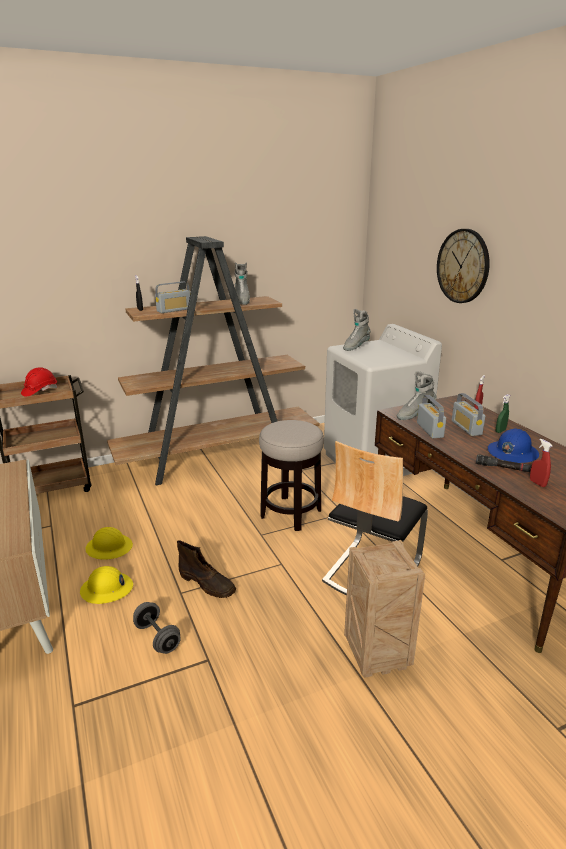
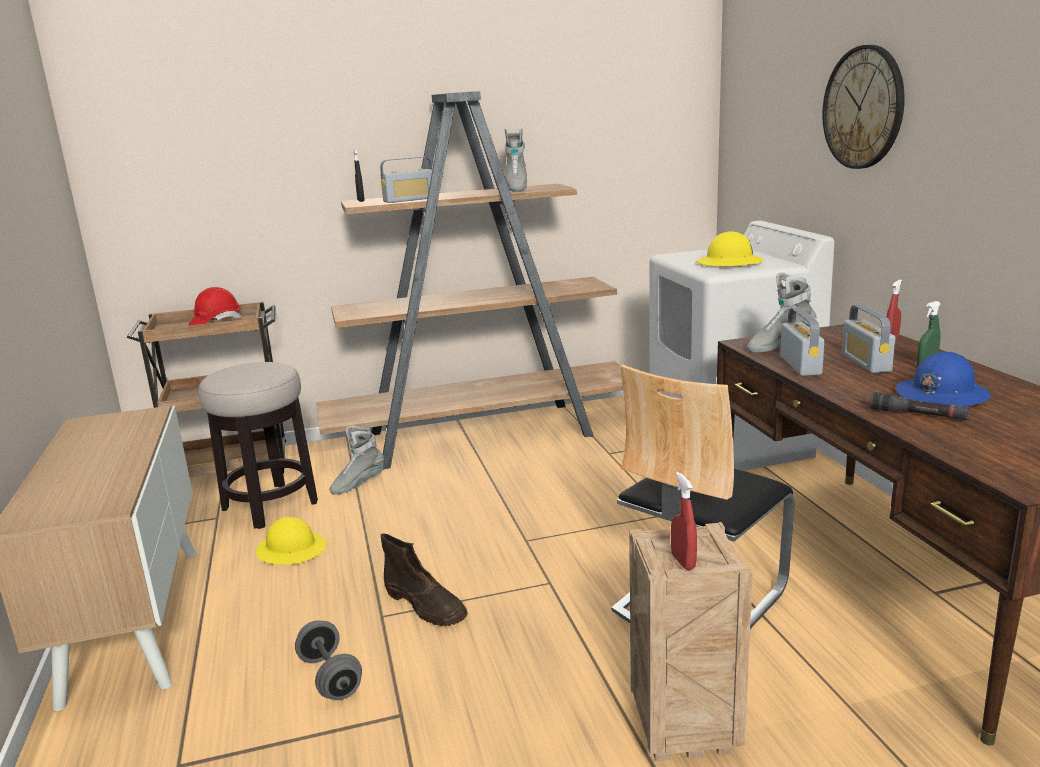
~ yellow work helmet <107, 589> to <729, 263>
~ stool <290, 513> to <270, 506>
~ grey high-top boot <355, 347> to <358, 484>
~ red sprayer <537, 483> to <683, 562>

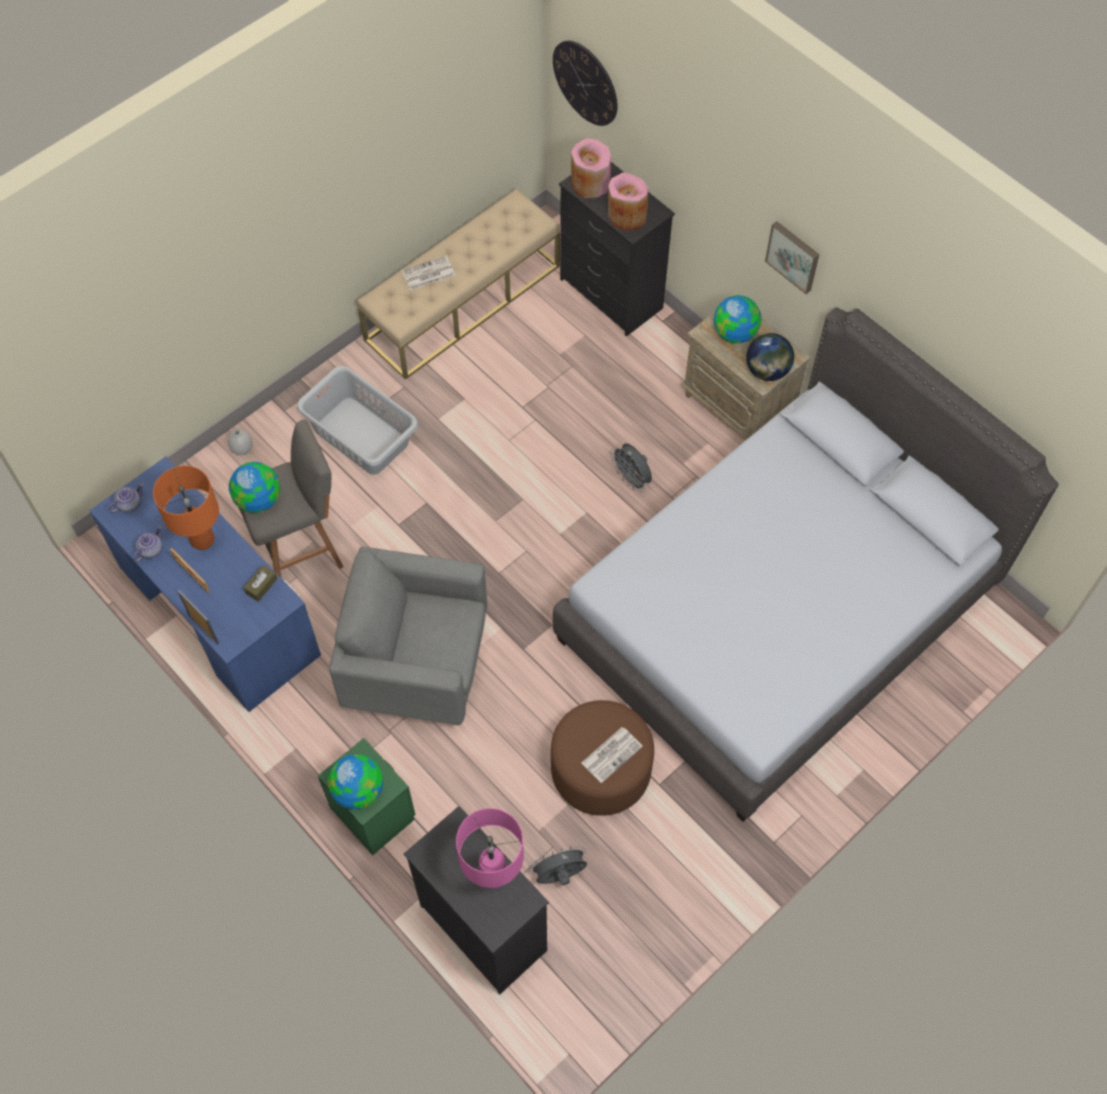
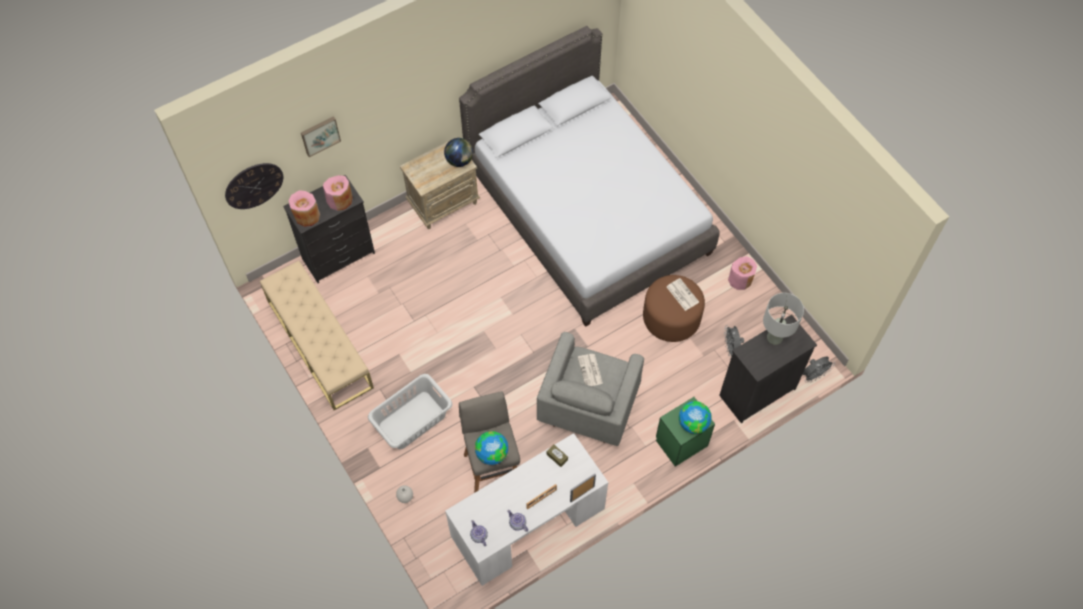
- orange-coloured tabletop lamp <203, 540>
- globe <735, 332>
+ pink-coloured decorative vase <740, 279>
~ daily paper <427, 274> to <590, 370>
~ grey cooling fan <632, 479> to <814, 375>
~ wall picture <793, 256> to <320, 135>
~ bluish desk <219, 609> to whitish desk <527, 522>
~ pink-coloured tabletop lamp <493, 874> to grey tabletop lamp <774, 338>

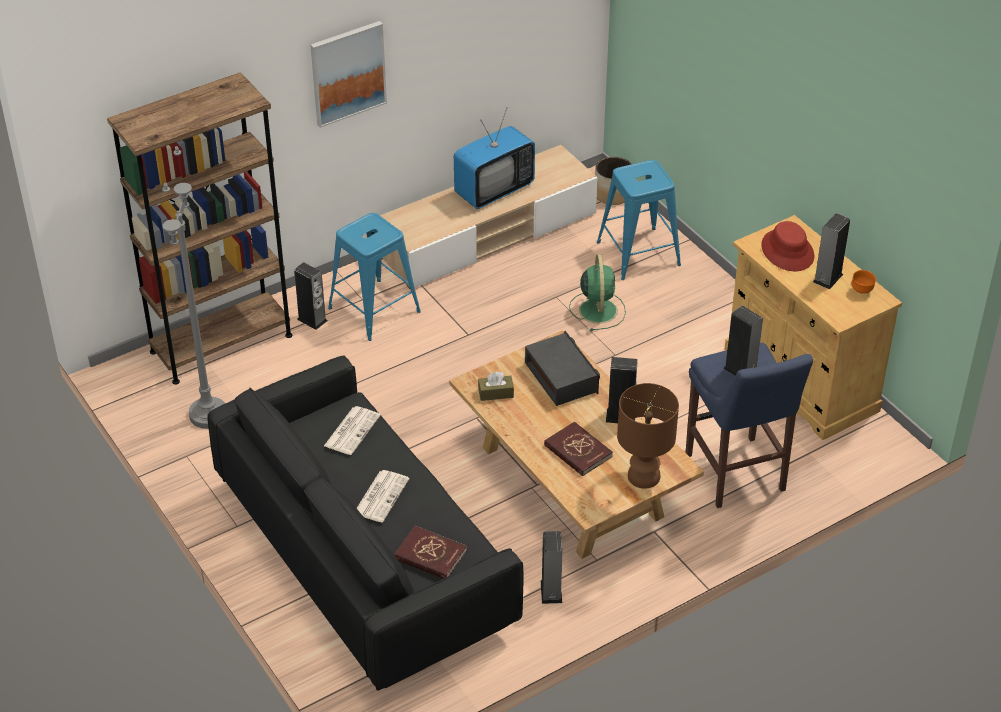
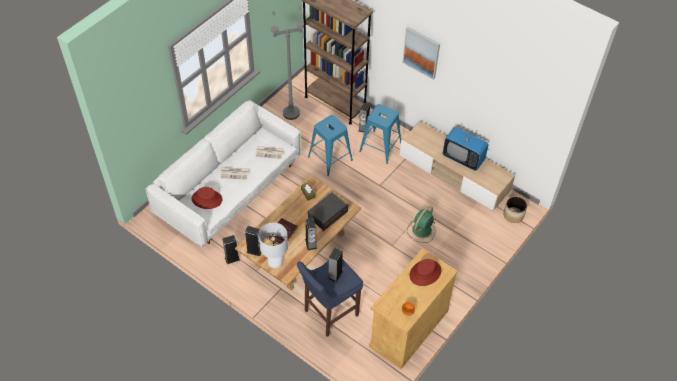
~ bluish stool <638, 254> to <330, 158>
~ audio speaker <827, 278> to <254, 250>
~ red bound book <430, 555> to red wearable hat <207, 199>
~ black couch <365, 558> to whitish couch <229, 189>
~ brownish tabletop lamp <643, 476> to whitish tabletop lamp <275, 261>
~ greenish cooling fan <597, 309> = <421, 230> 150 degrees clockwise

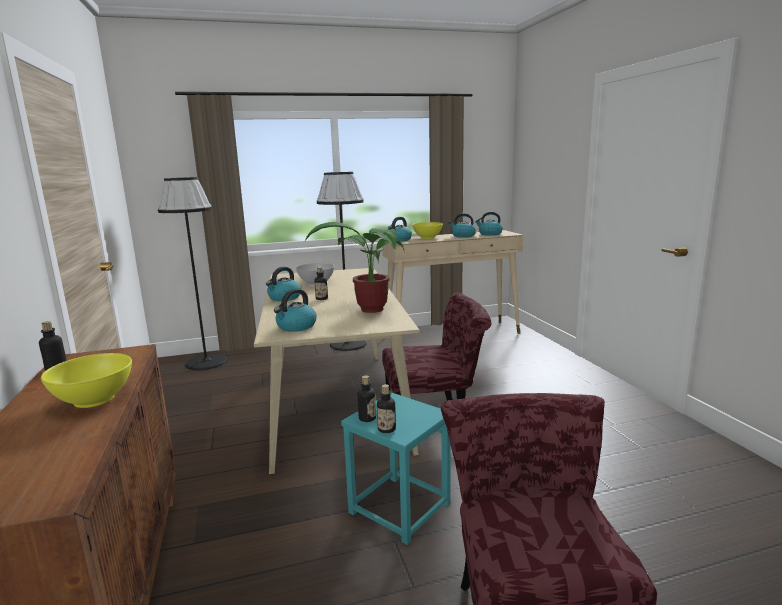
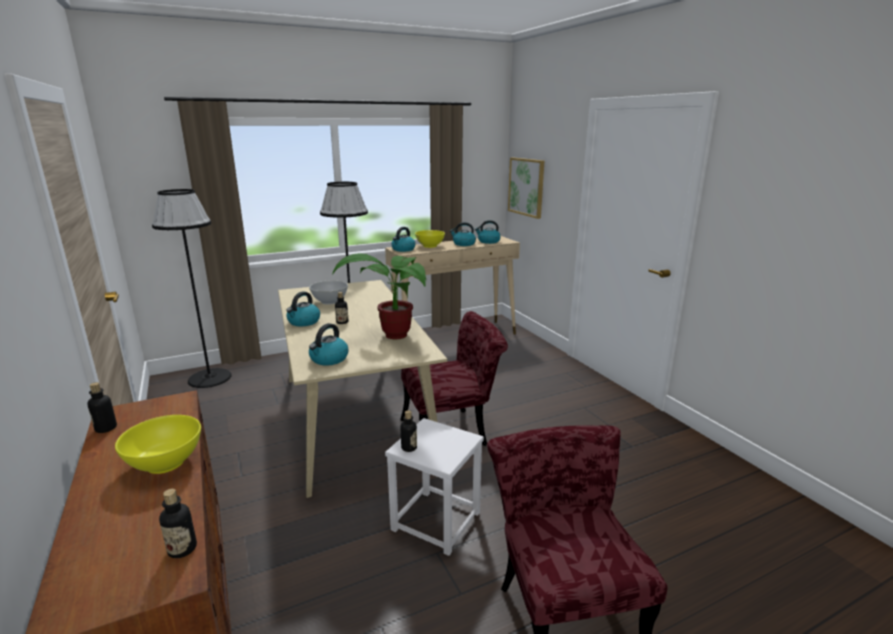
+ wall picture <526, 187>
~ drink bottle <386, 429> to <182, 549>
~ turquoise stool <399, 508> to whitish stool <435, 521>

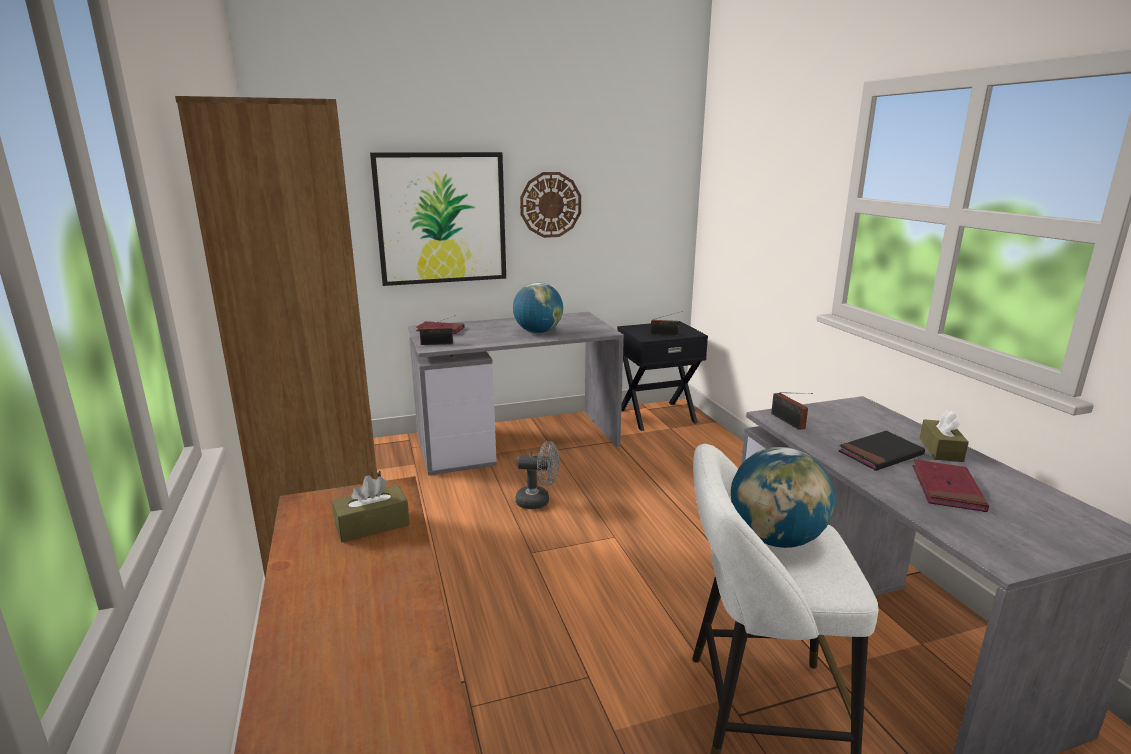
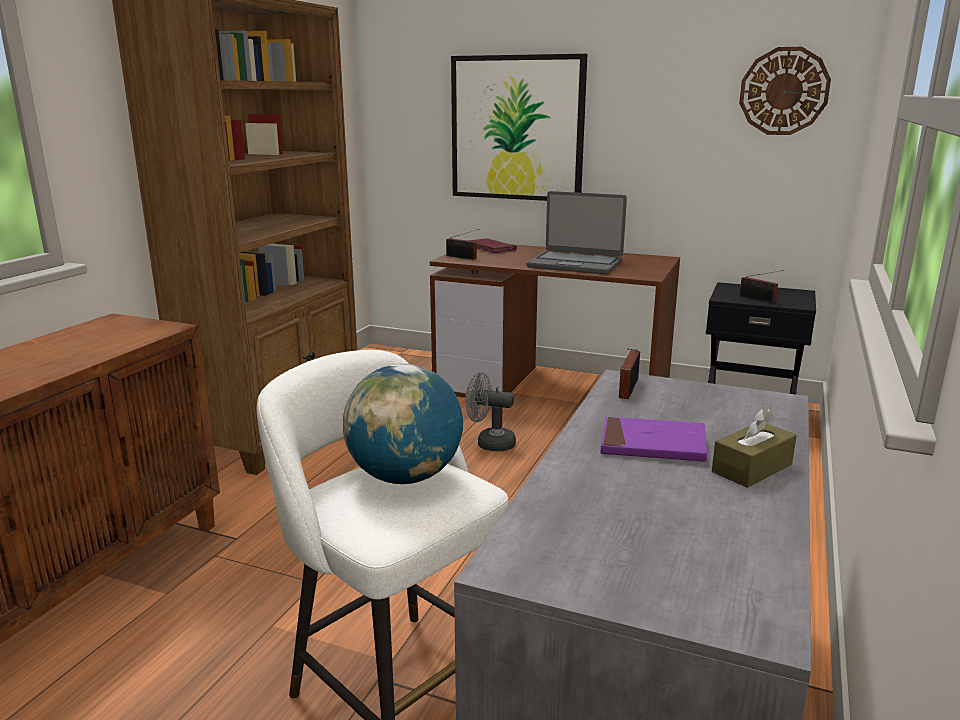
- brownish tissue box <372, 525>
- red bound book <947, 489>
~ hanging clock <550, 205> to <784, 91>
~ globe <538, 332> to laptop <575, 264>
~ grey desk <517, 440> to brownish desk <554, 388>
~ black bound book <880, 454> to purplish bound book <653, 445>
~ grey cooling fan <538, 501> = <489, 443> 150 degrees clockwise

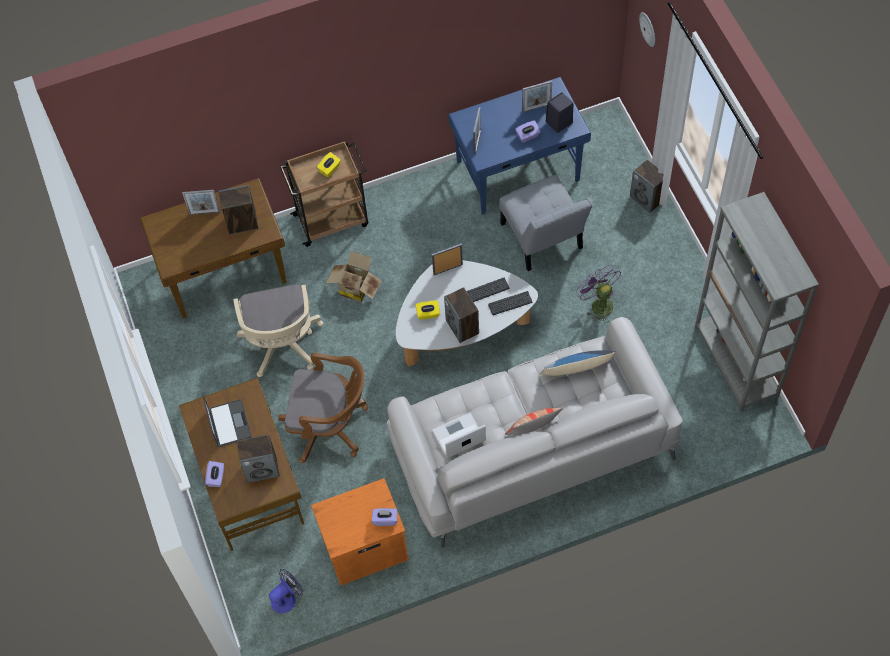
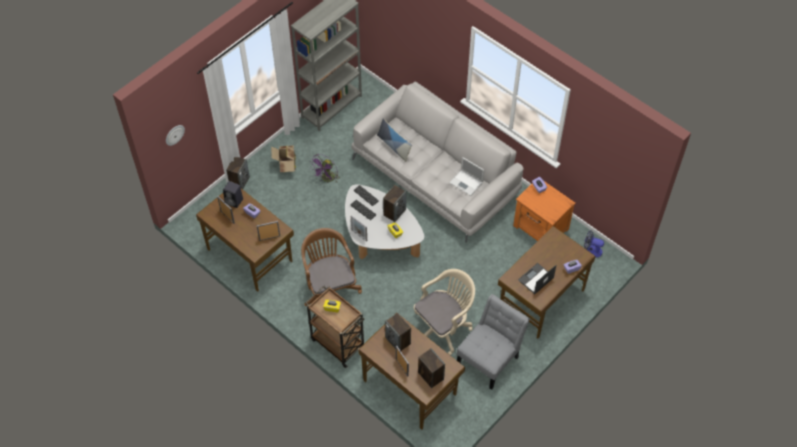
- pillow <533, 431>
~ audio speaker <262, 469> to <430, 376>
~ brownish office chair <330, 426> to <330, 288>
~ packing box <355, 287> to <286, 165>
~ grey plain chair <543, 240> to <490, 358>
~ bluish desk <519, 172> to brownish desk <250, 254>

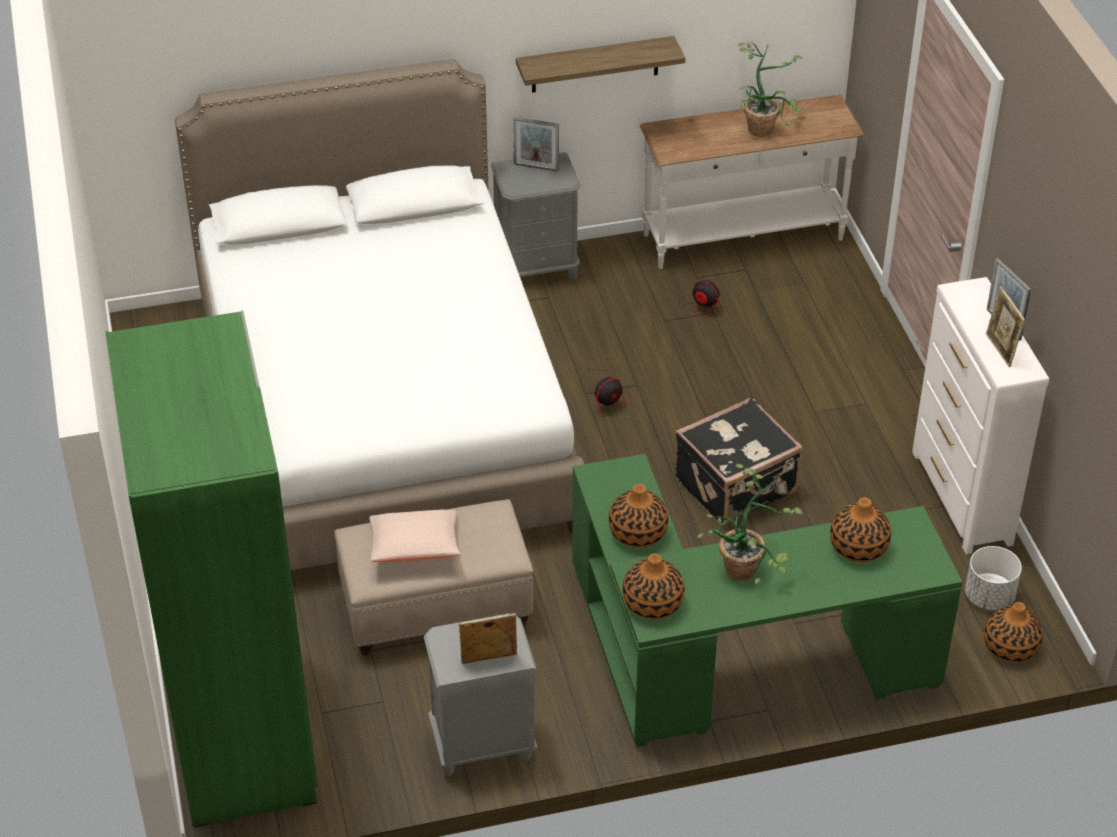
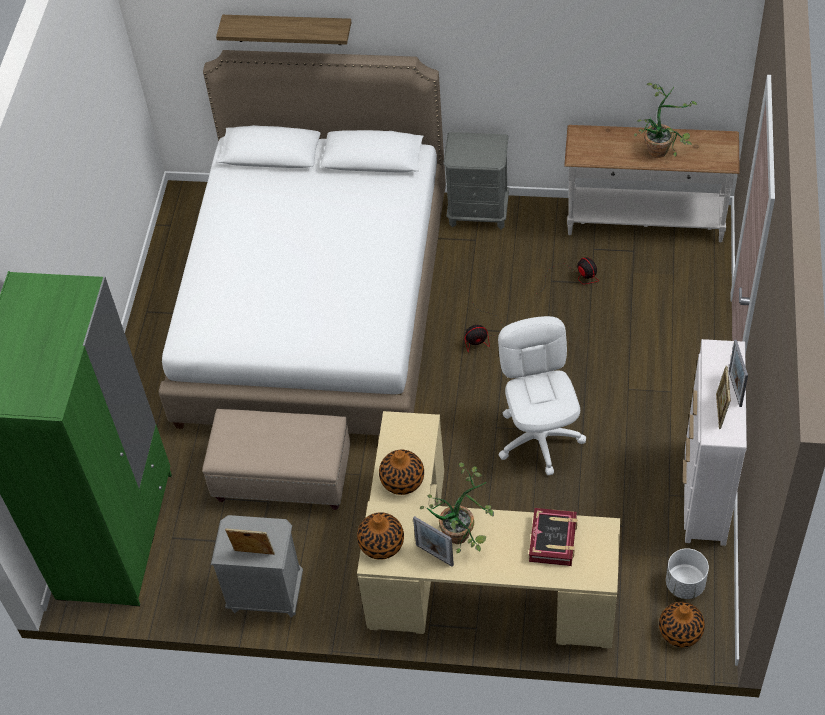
- beige pillow <415, 548>
~ picture frame <536, 167> to <434, 555>
~ shelf <595, 64> to <288, 29>
~ black travel case <737, 487> to whitish office chair <539, 438>
~ decorative vase <858, 547> to bound book <553, 540>
~ greenish desk <732, 660> to beige desk <469, 581>

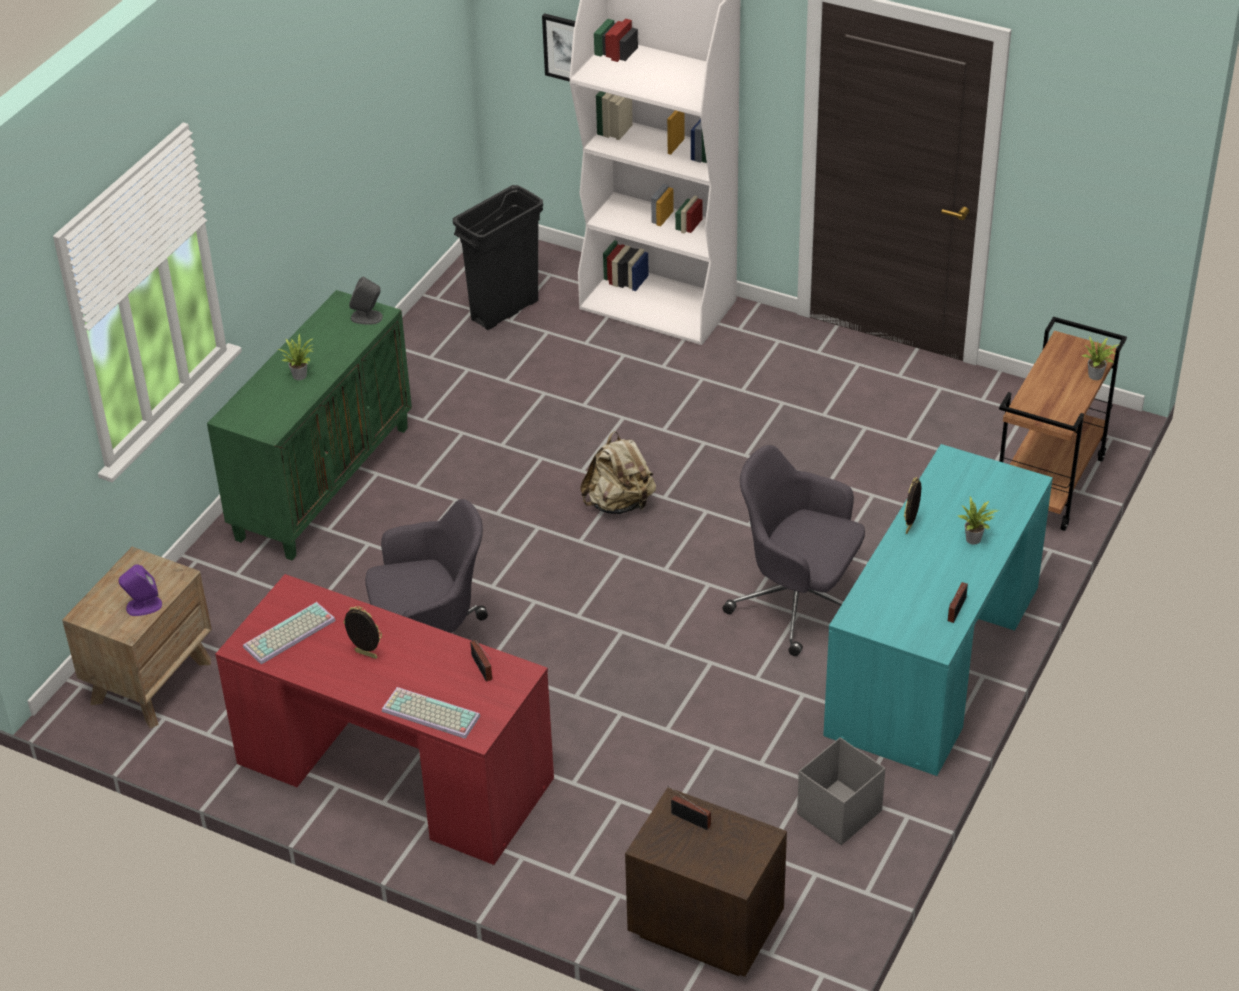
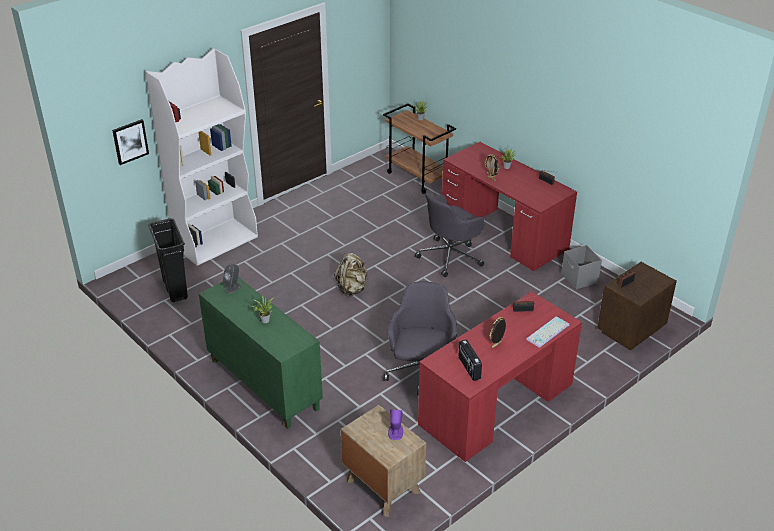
~ keyboard <289, 635> to radio set <469, 368>
~ turquoise desk <932, 660> to red desk <503, 232>

